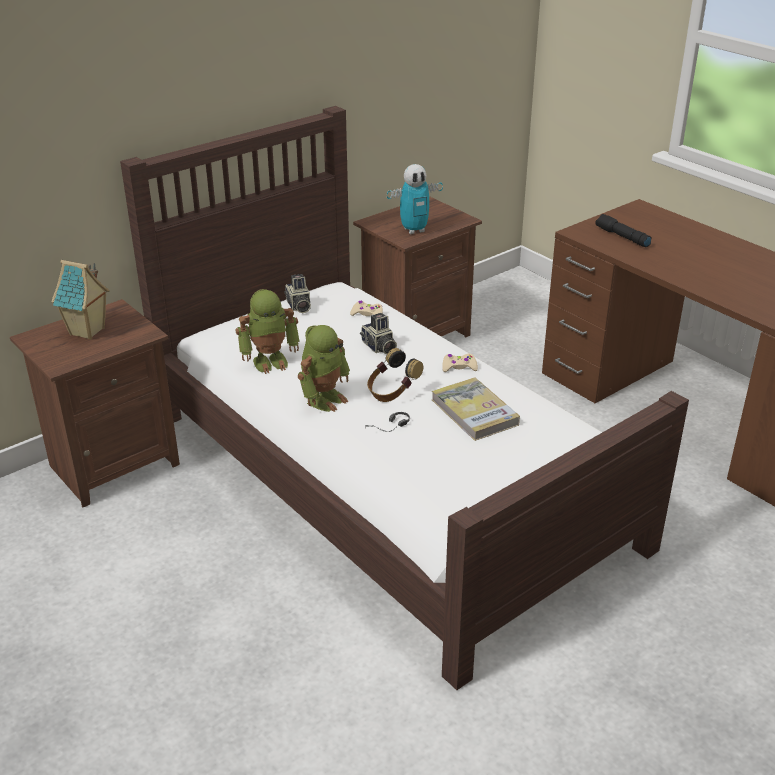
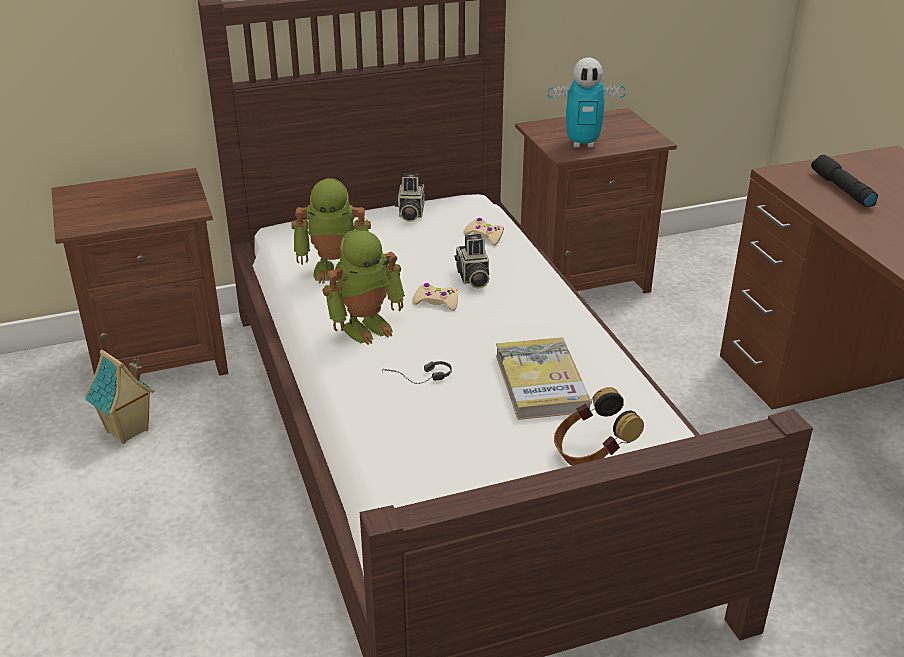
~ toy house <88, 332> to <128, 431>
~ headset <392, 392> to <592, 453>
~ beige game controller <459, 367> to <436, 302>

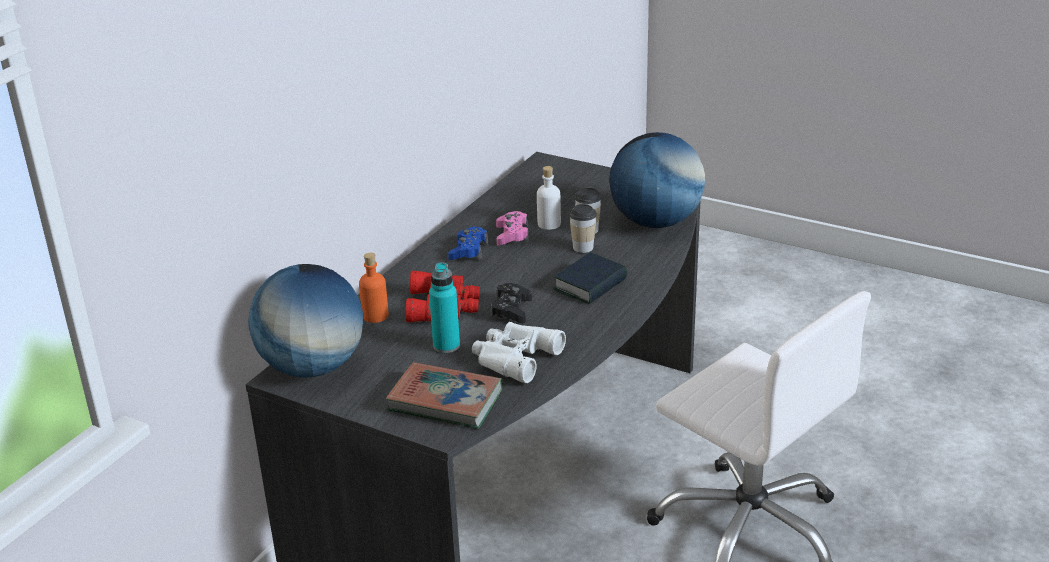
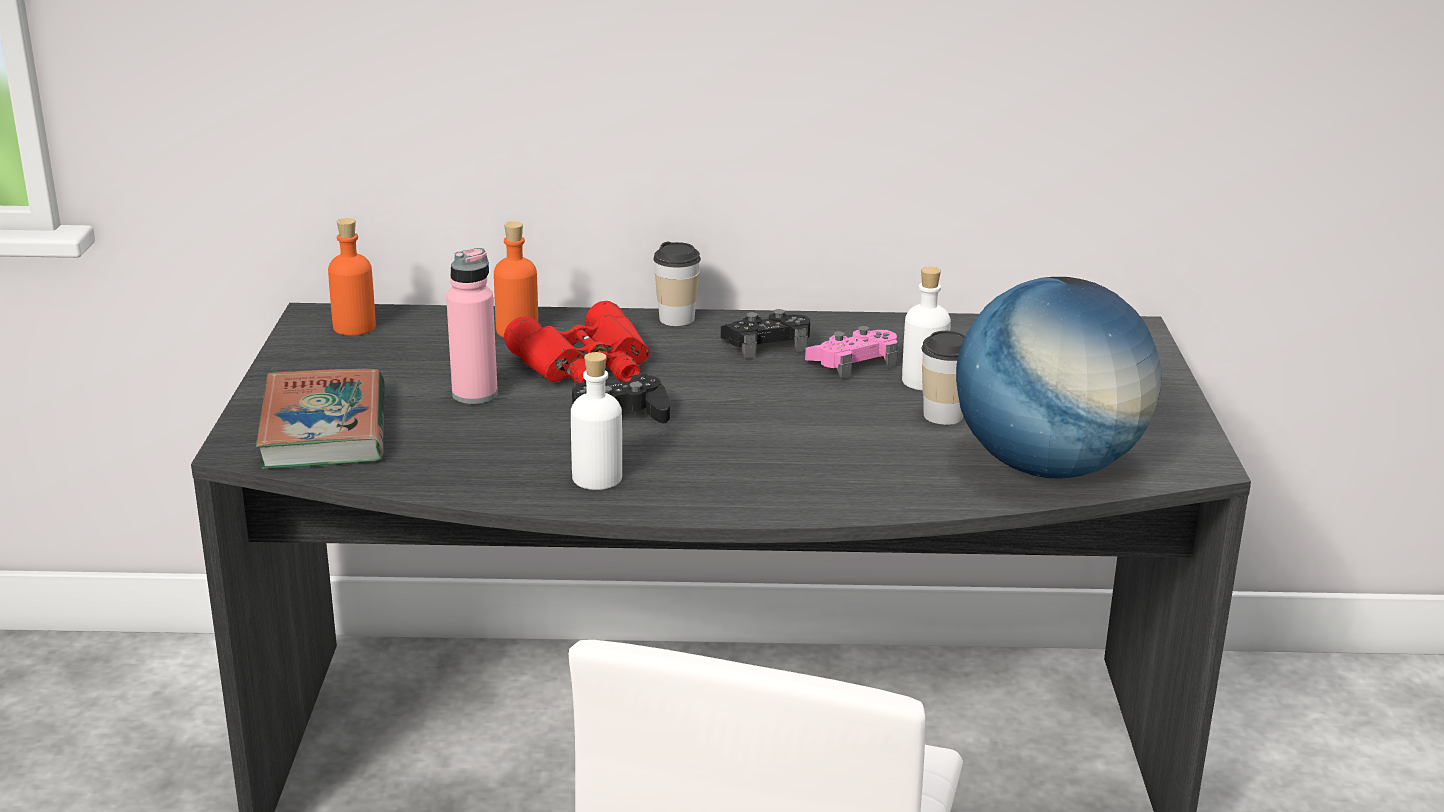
- whitish binoculars <513, 357>
- bound book <590, 285>
+ whitish drink bottle <597, 478>
~ drinking cup <583, 247> to <677, 319>
~ globe <312, 367> to orange-coloured drink bottle <354, 327>
~ turquoise drink bottle <446, 346> to pink-coloured drink bottle <475, 394>
~ bluish game controller <468, 250> to black game controller <766, 344>

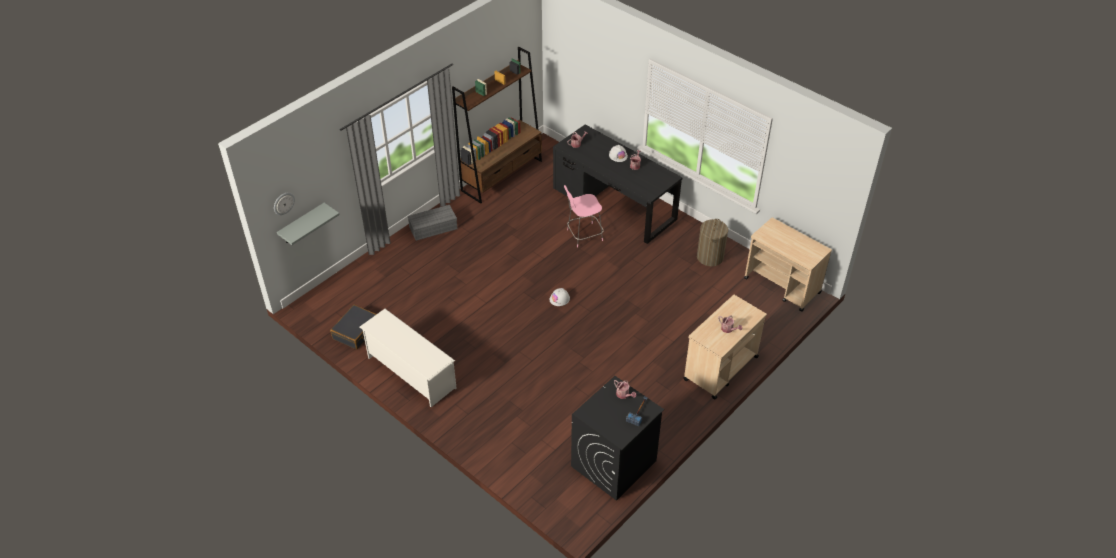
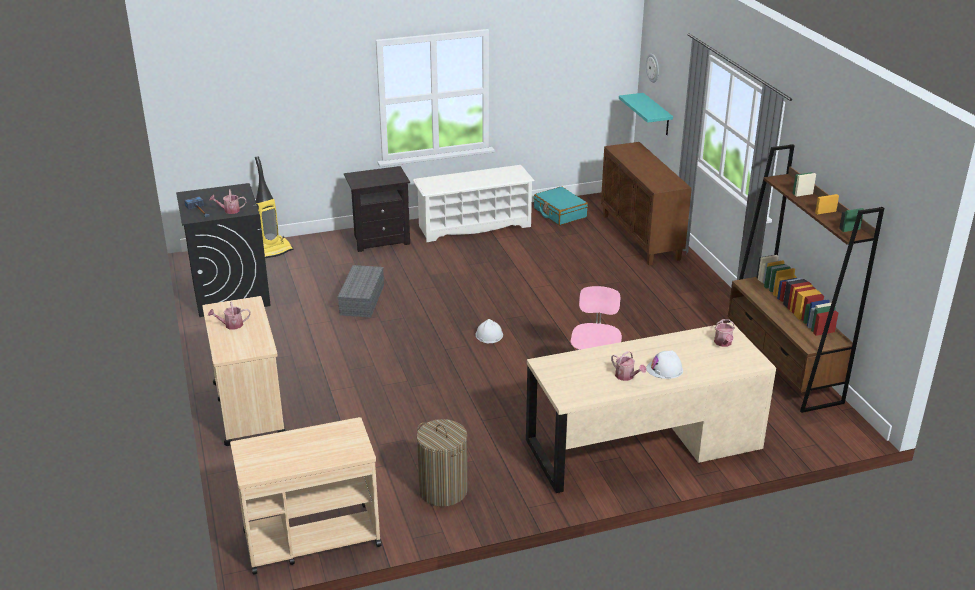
+ vacuum cleaner <273, 251>
+ black bedside table <380, 240>
+ brownish storage cabinet <641, 237>
~ grey storage box <433, 227> to <362, 300>
~ grey shelf <302, 224> to turquoise shelf <657, 115>
~ black travel case <356, 331> to turquoise travel case <559, 213>
~ black desk <614, 204> to beige desk <643, 445>

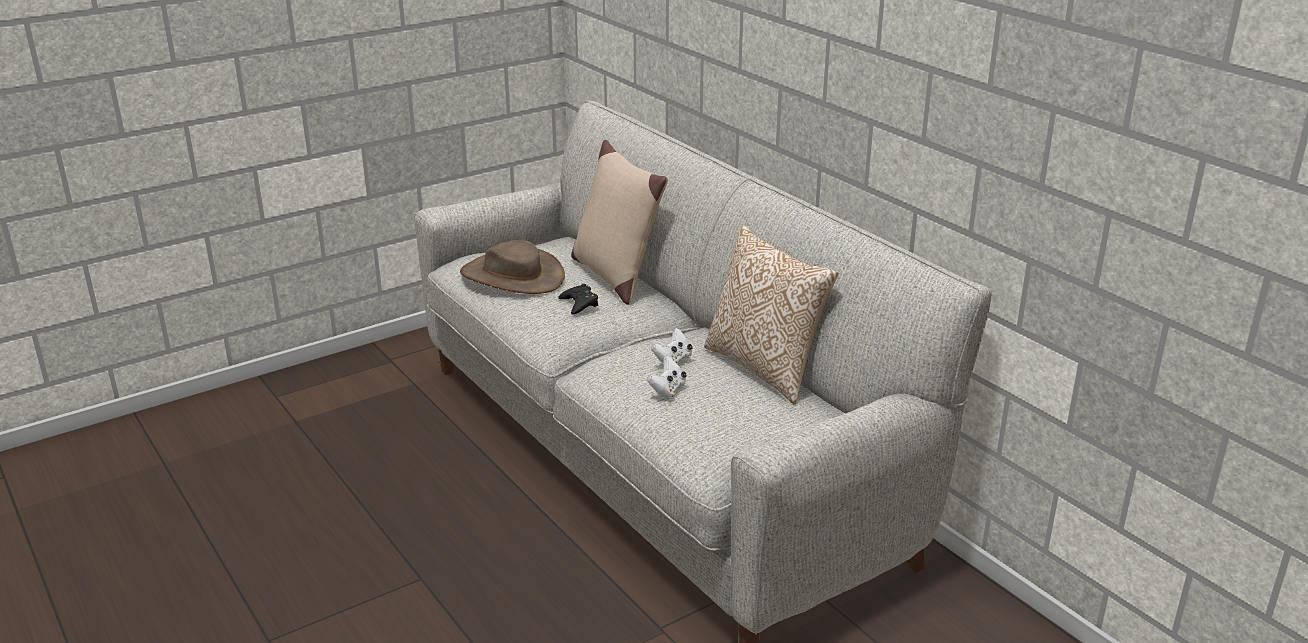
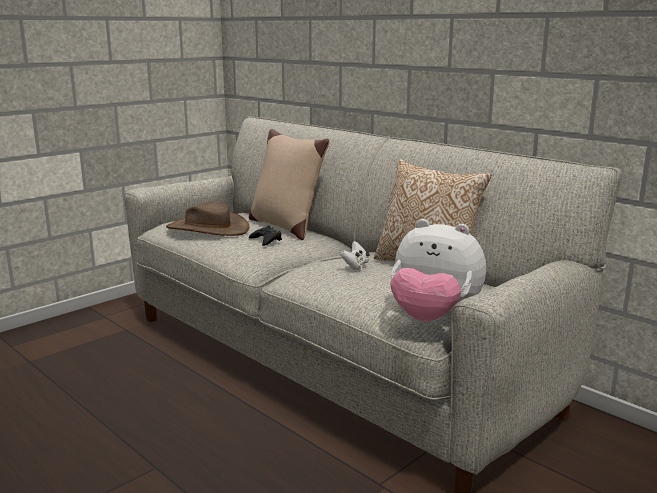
- whitish game controller <667, 390>
+ soft toy <433, 318>

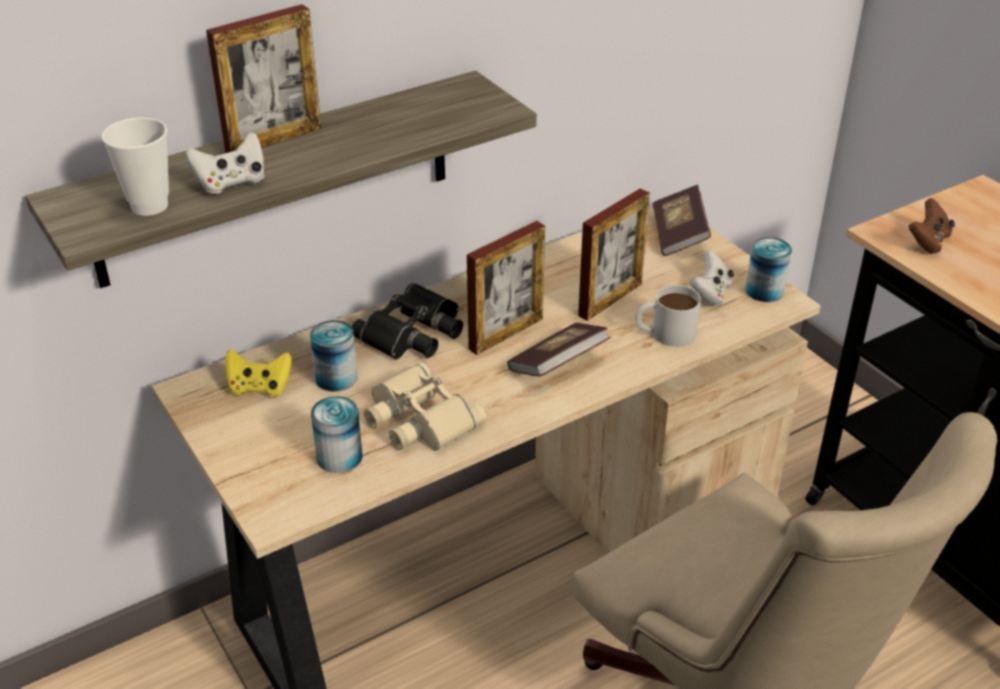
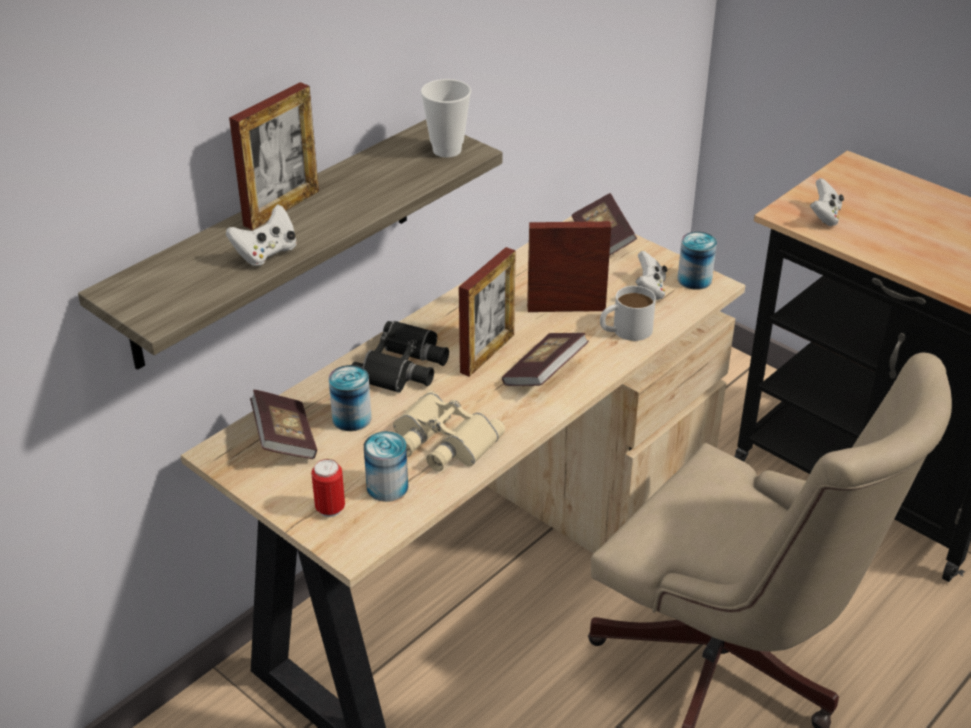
+ sealed can <330, 509>
~ drinking cup <149, 206> to <447, 150>
~ yellow game controller <259, 387> to bound book <285, 439>
~ brownish game controller <928, 242> to whitish game controller <824, 216>
~ picture frame <610, 299> = <566, 308> 120 degrees counterclockwise

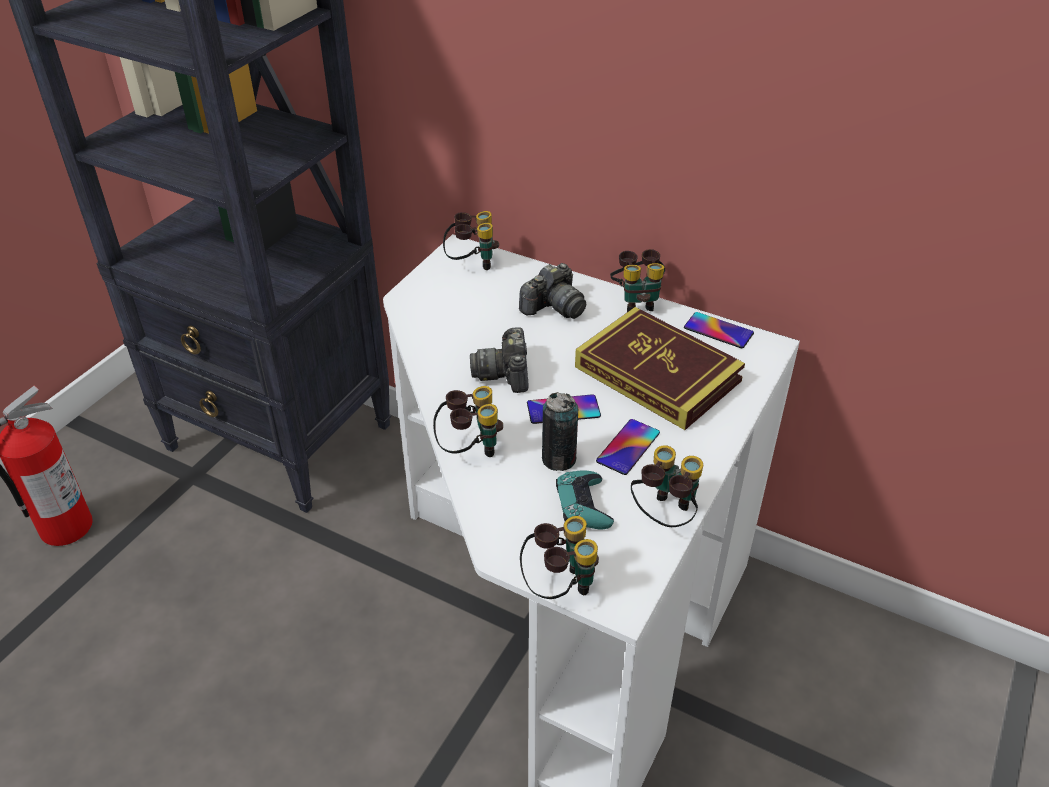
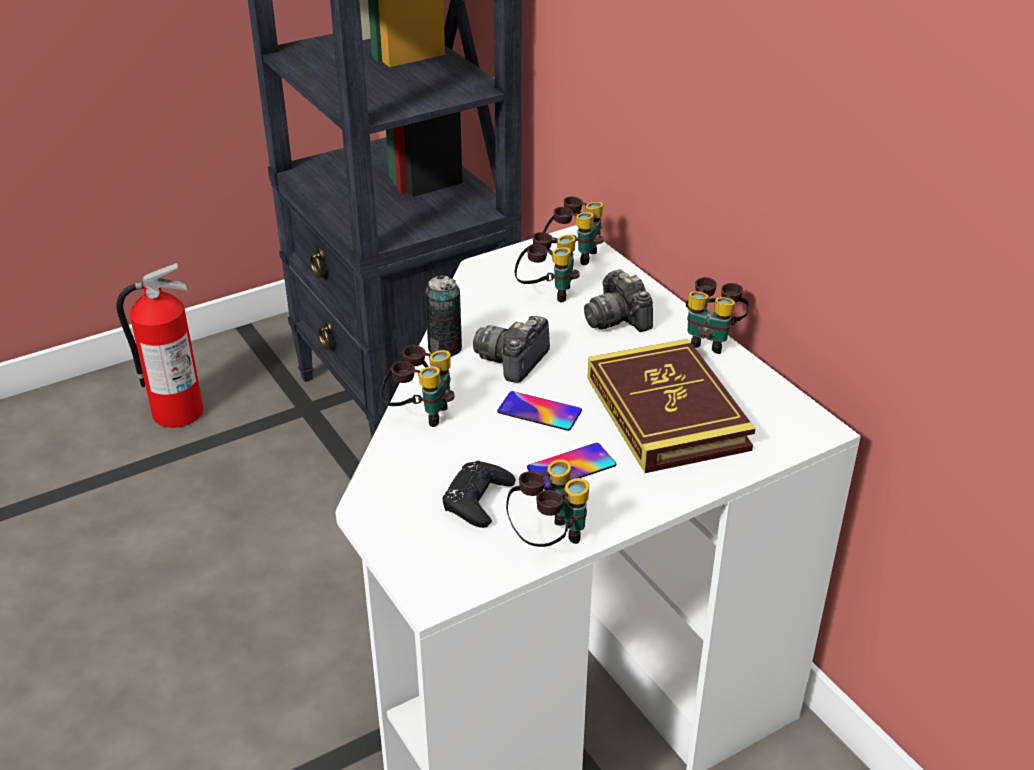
- telephone <718, 330>
~ binoculars <559, 586> to <547, 292>
~ sealed can <559, 459> to <445, 348>
~ turquoise game controller <583, 506> to black game controller <478, 500>
~ still camera <554, 307> = <618, 318> 75 degrees clockwise

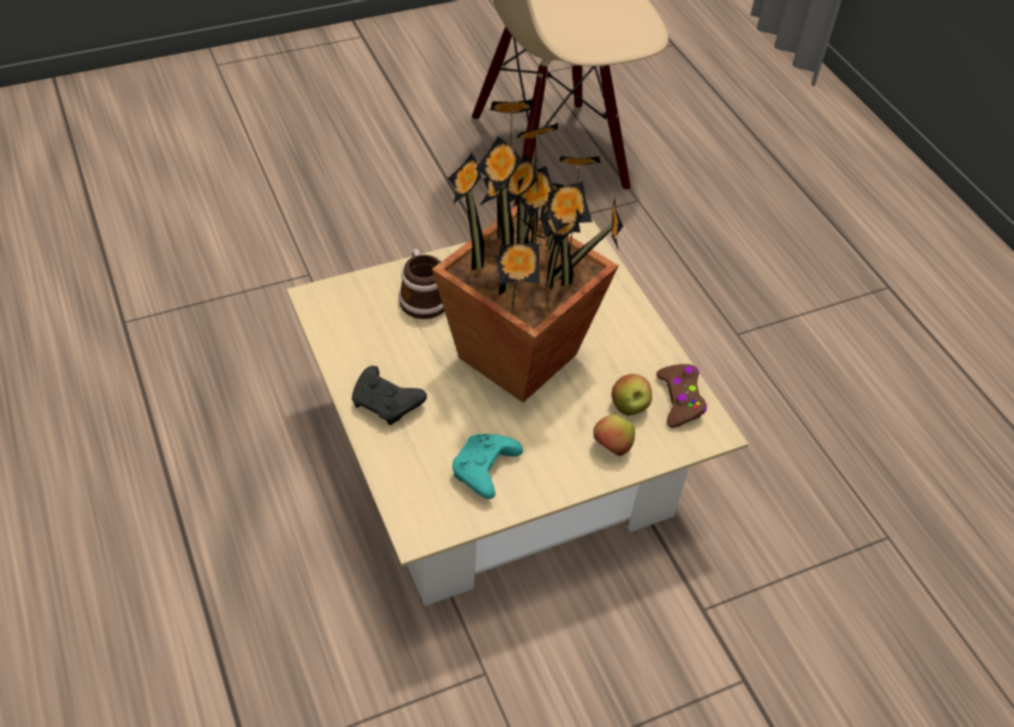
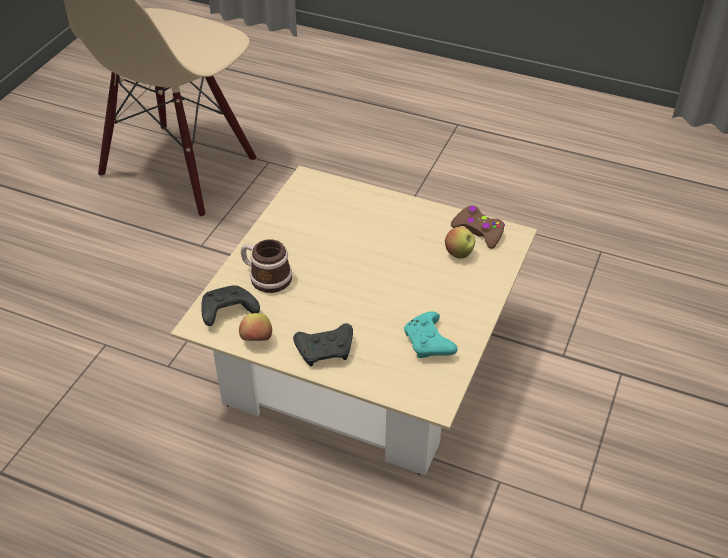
- plant in a pot <520, 357>
+ black game controller <227, 312>
~ whole apple <611, 448> to <257, 340>

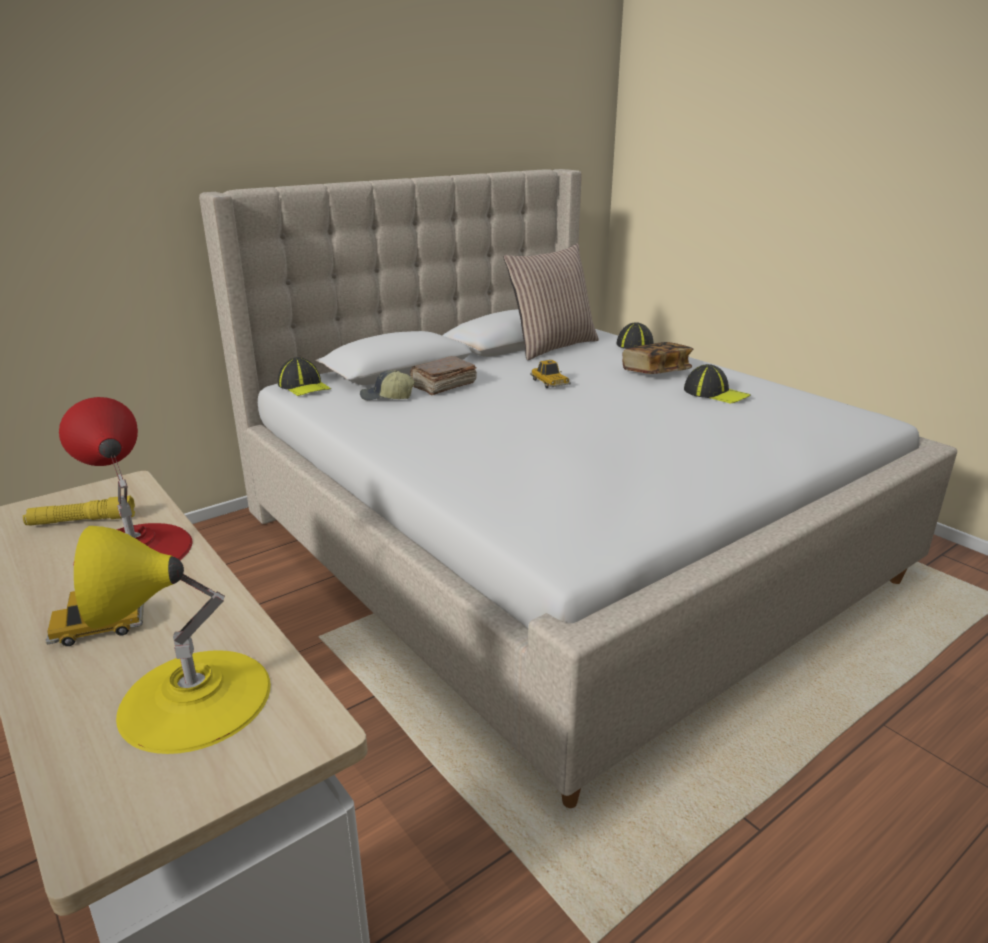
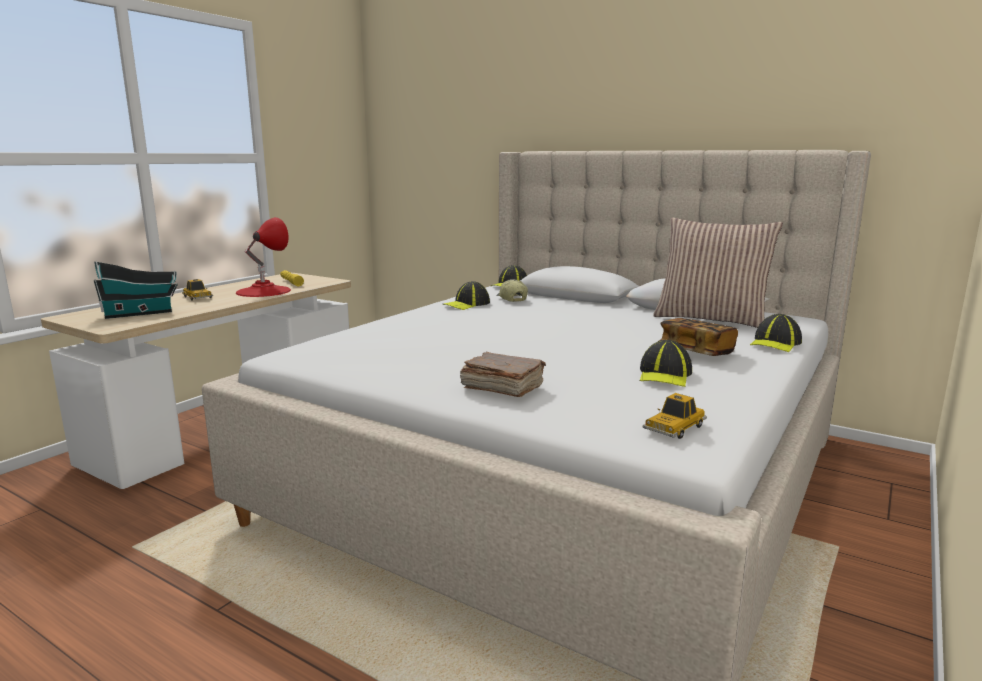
+ peaked cap <466, 304>
~ brownish bound book <442, 386> to <501, 387>
~ miniature car <549, 382> to <674, 428>
~ yellow tabletop lamp <194, 698> to toy house <141, 313>

